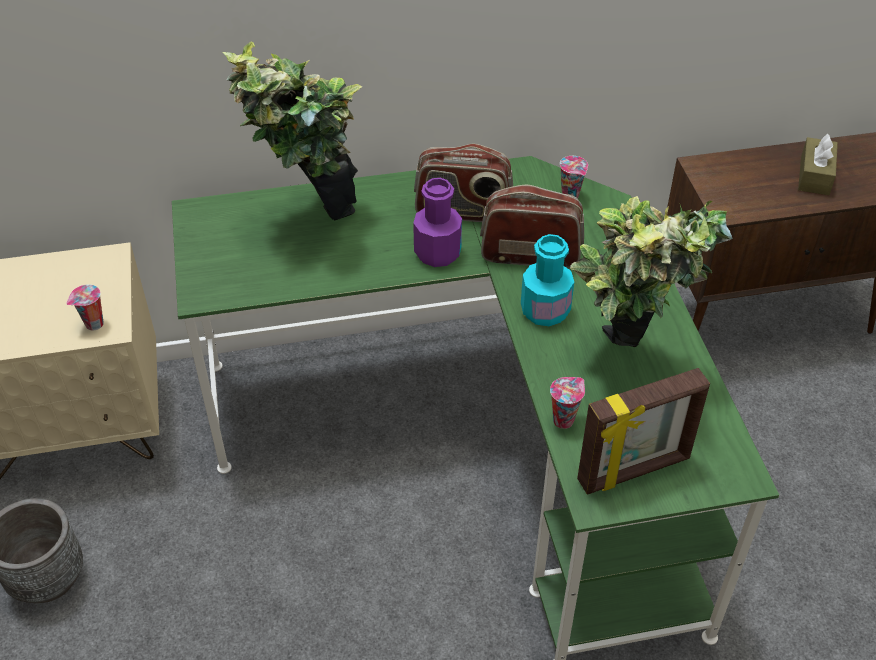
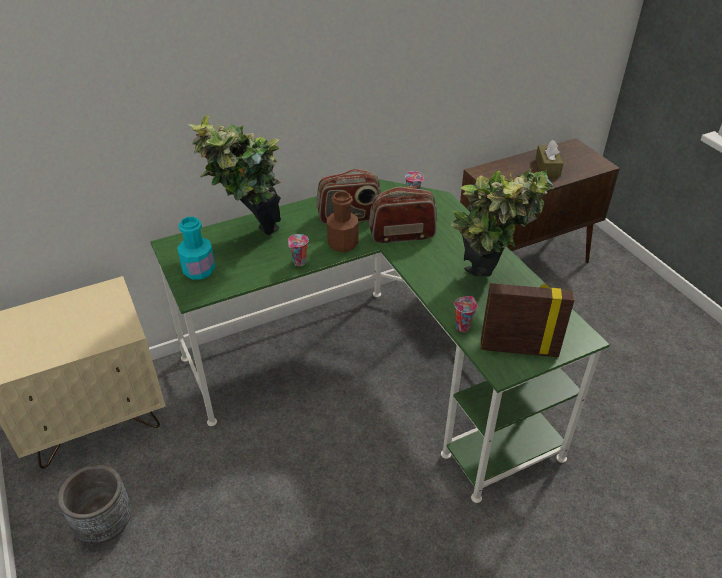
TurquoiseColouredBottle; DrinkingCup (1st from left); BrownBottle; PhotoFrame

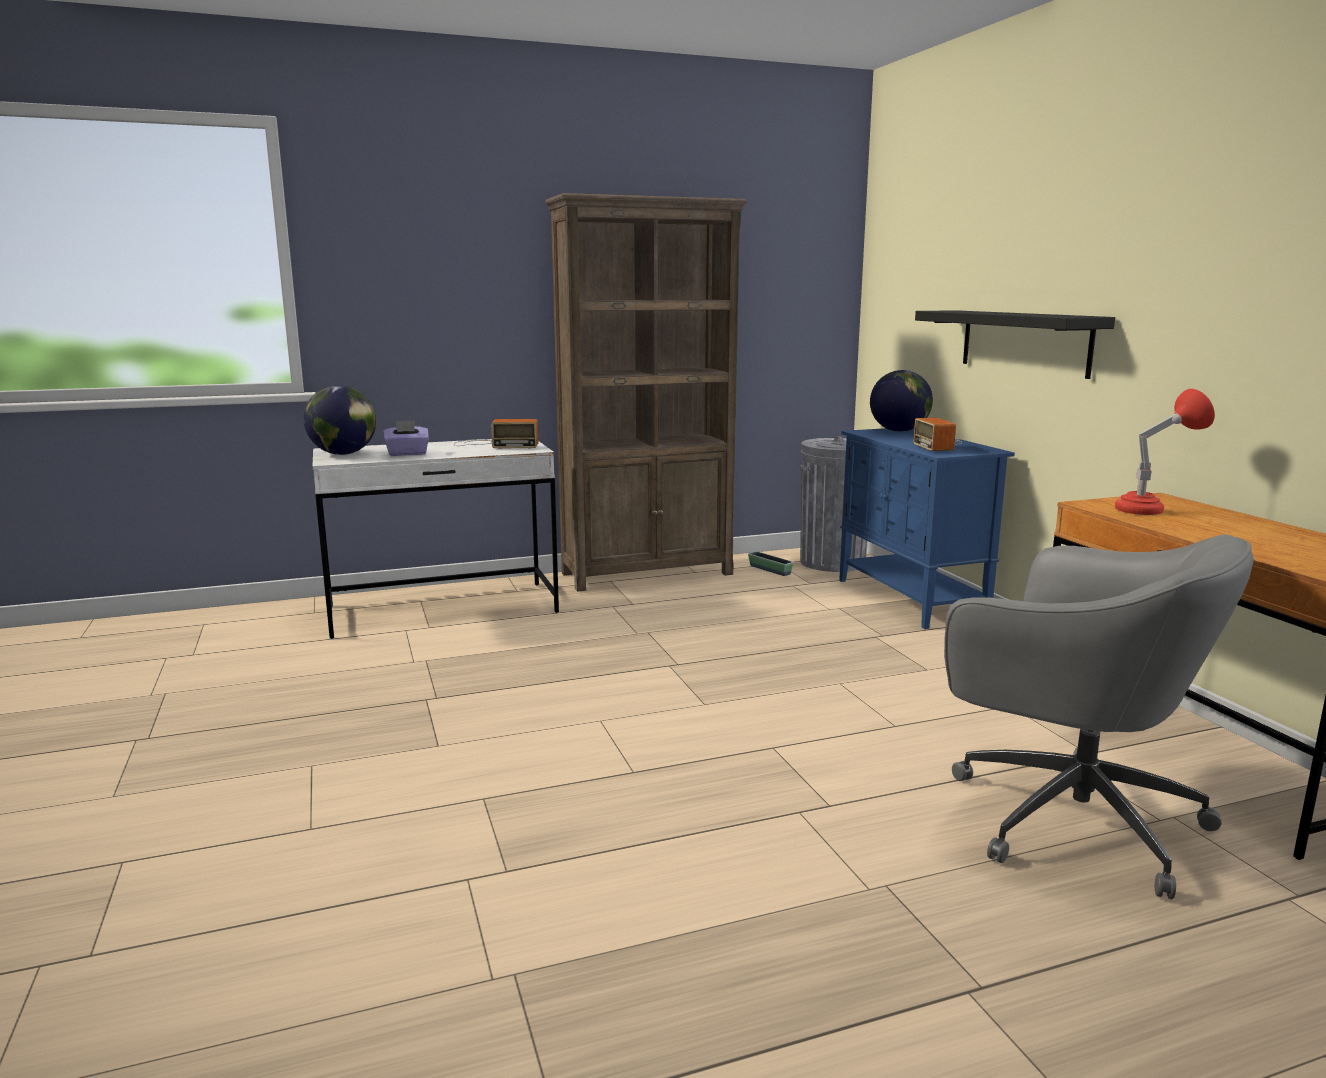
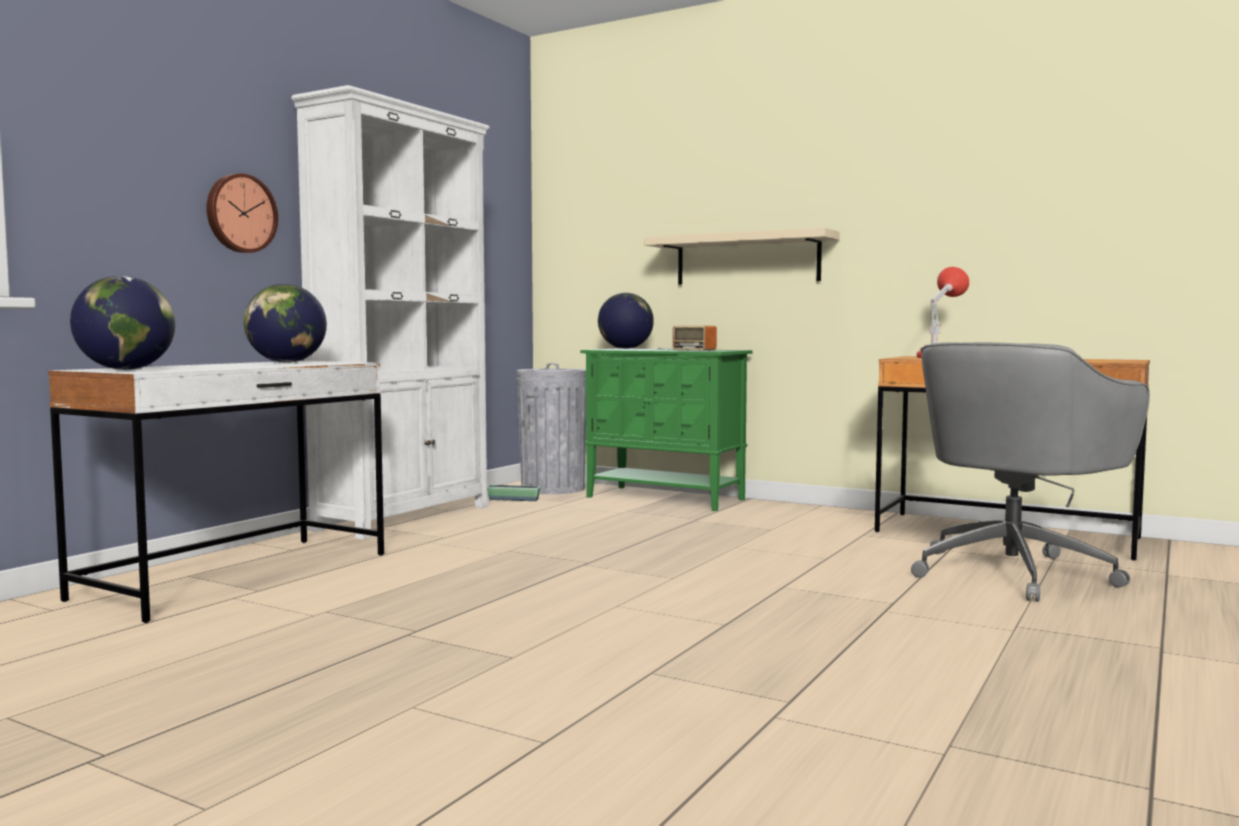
WallClock; DeskGlobe (2nd from left); WhiteColouredShelvingUnit; GreenStorageCabinet; BeigeColouredWallShelf; GreyOfficeChair; PurpleBoxOfTissues

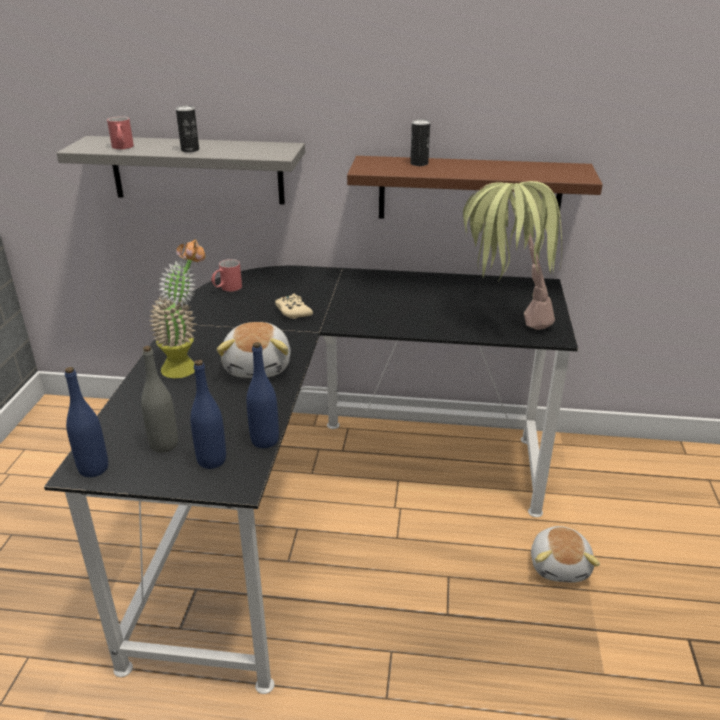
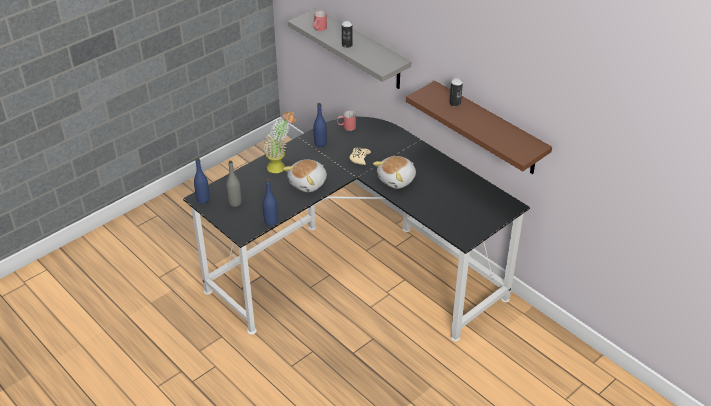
BlueBottle (3rd from left); CuddlyToy (2nd from left); PottedPlant (2nd from left in the first image)

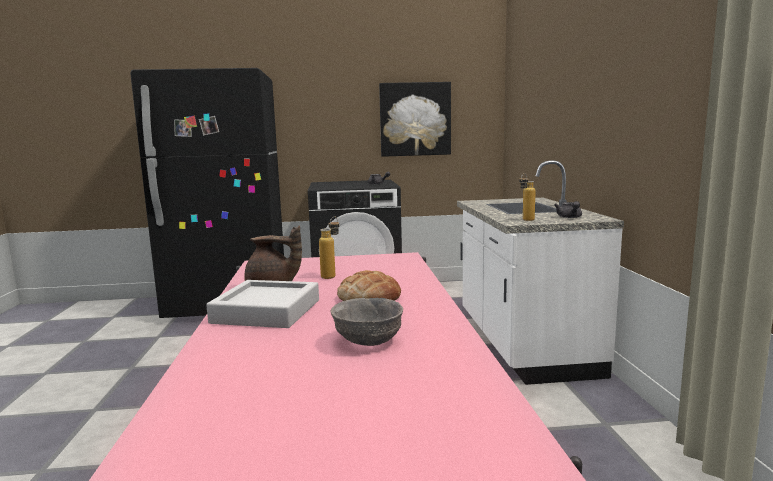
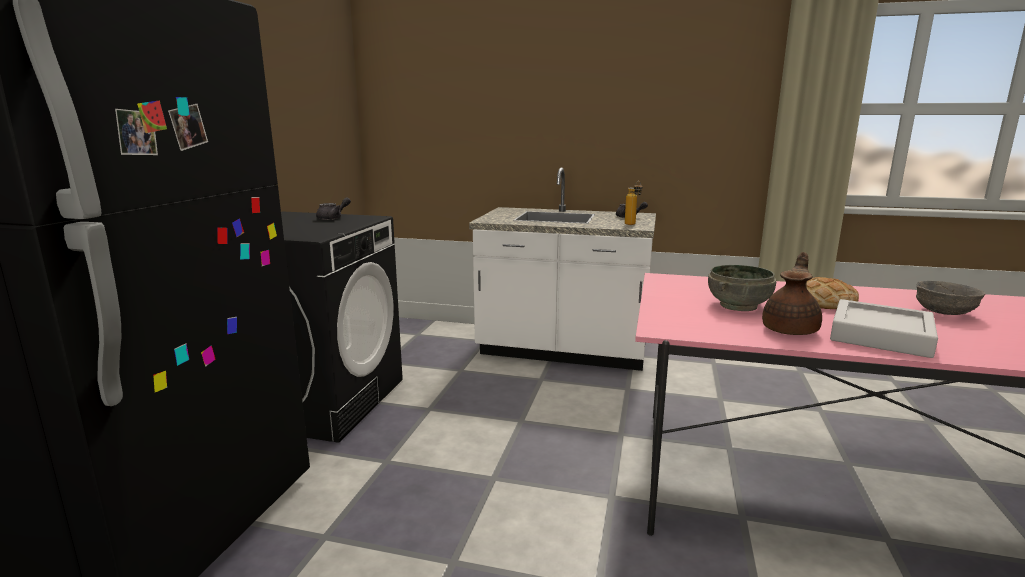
GreyServingBowl (1st from left); WallPicture

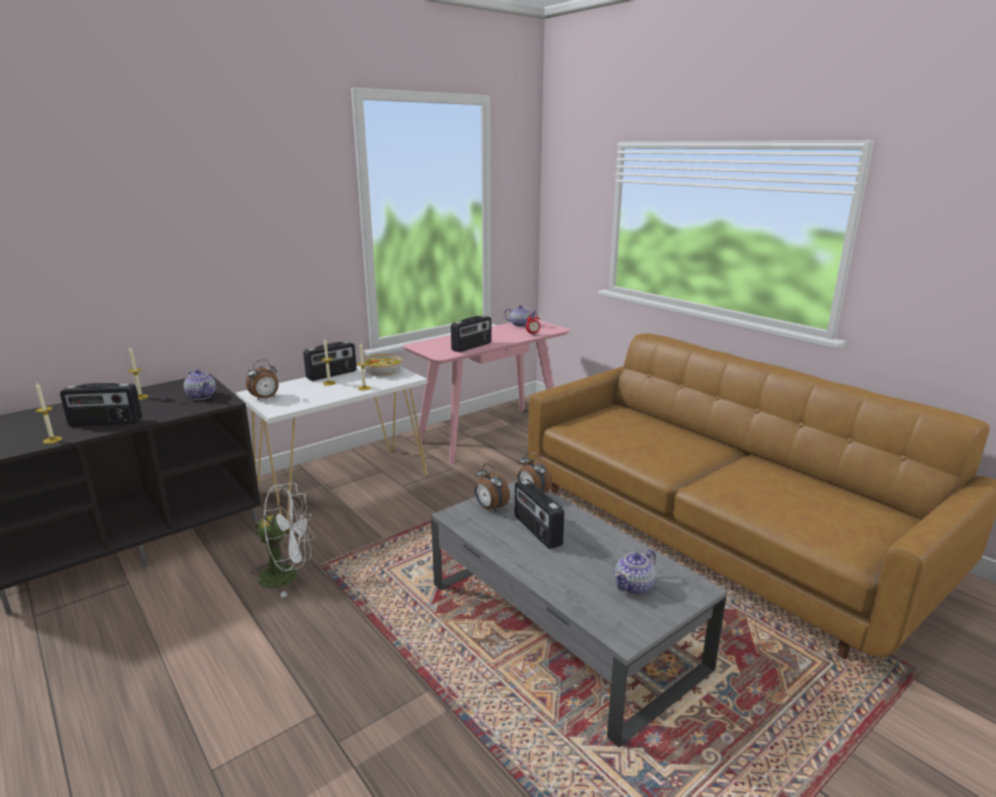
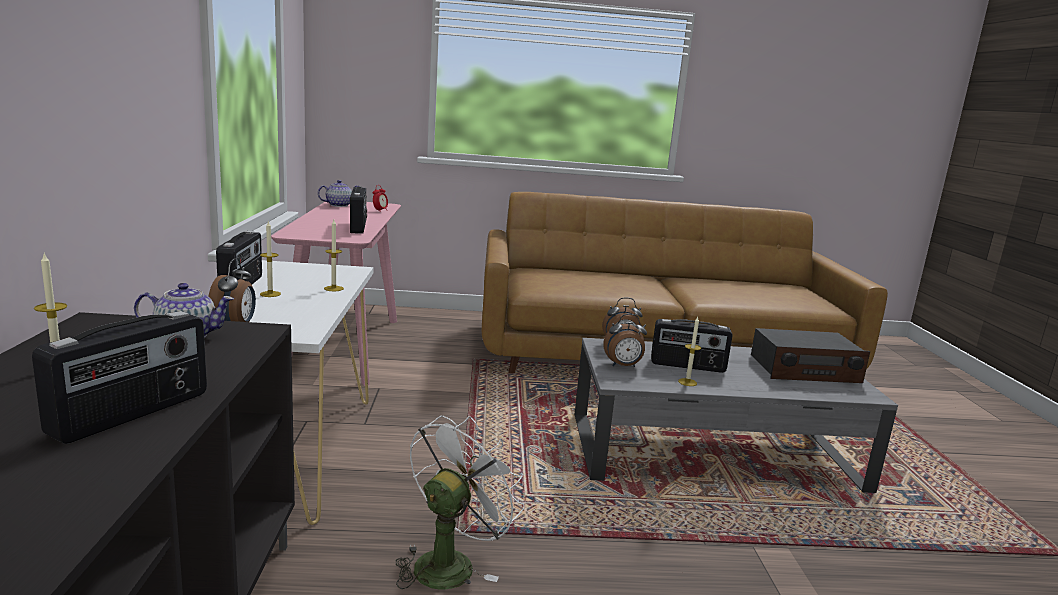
WaxLight (4th from left); Radio (5th from left); ServingBowl

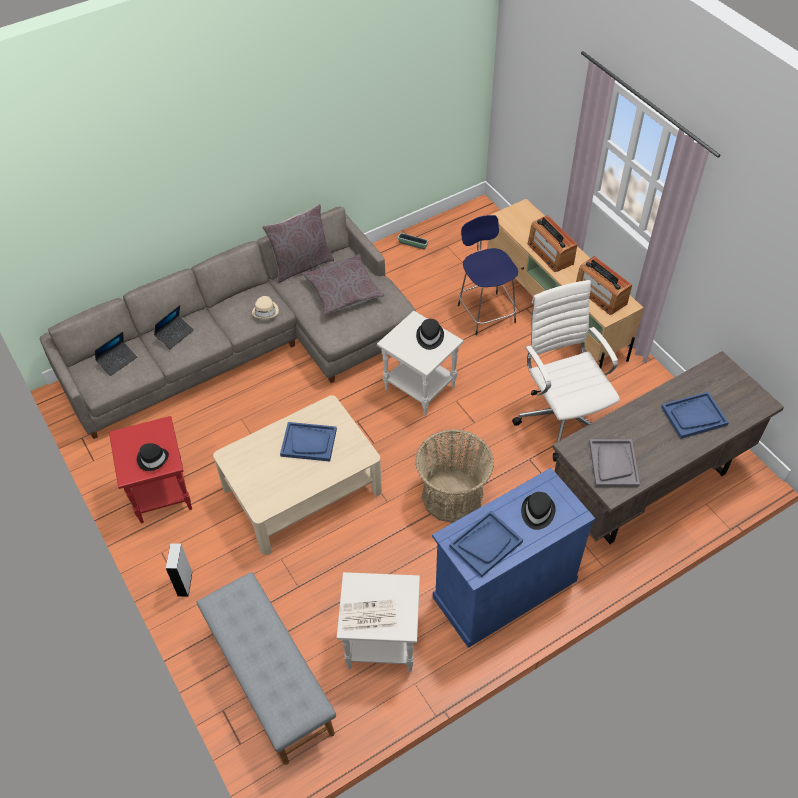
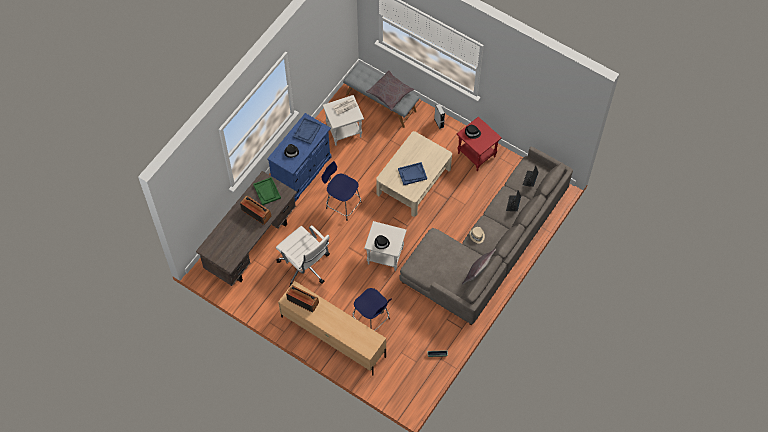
Radio (1st from left); GreenCarryingTray; BlueStool (1st from left); GreyPillow (1st from left); BlueCarryingTray (3rd from left in the first image)

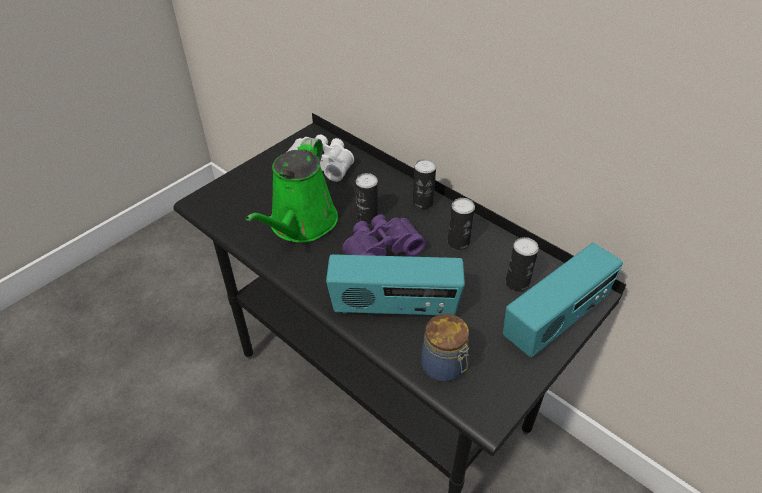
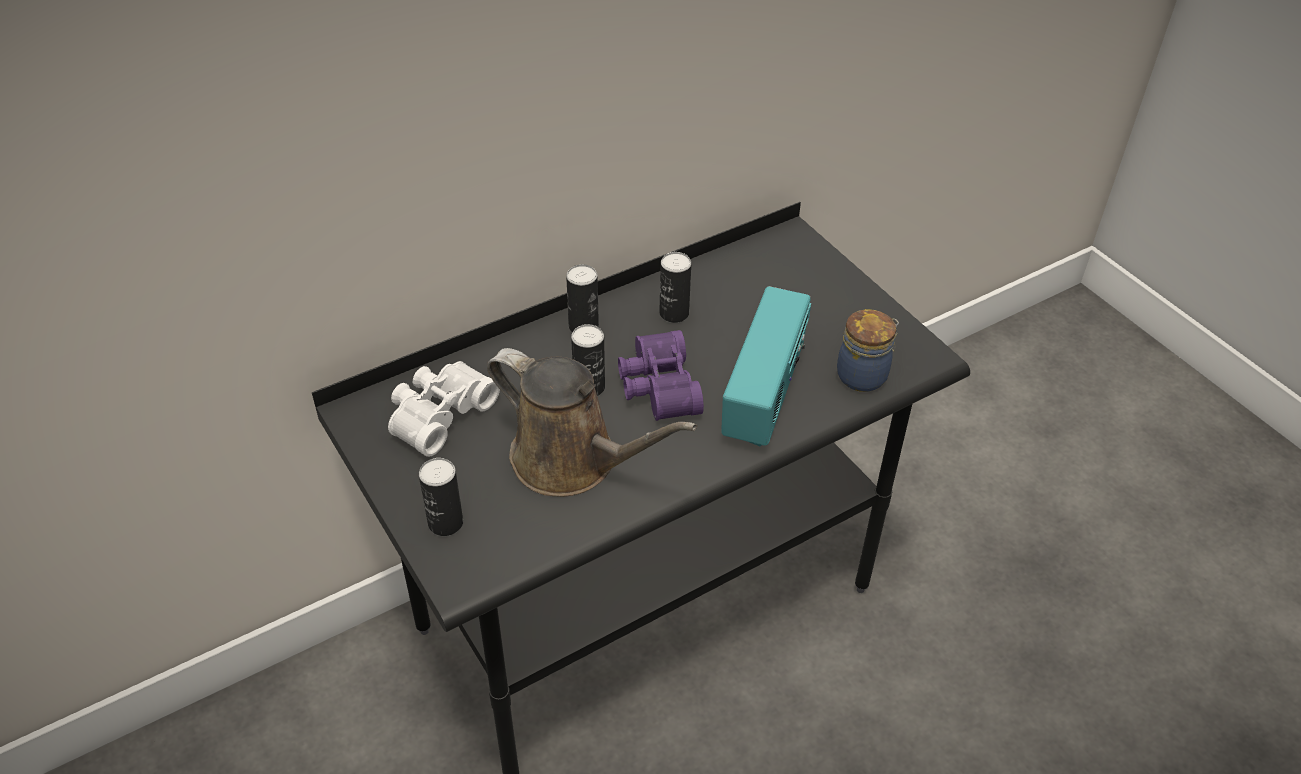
MetalCan (1st from left); BrownWateringCan; Radio (2nd from left in the first image)

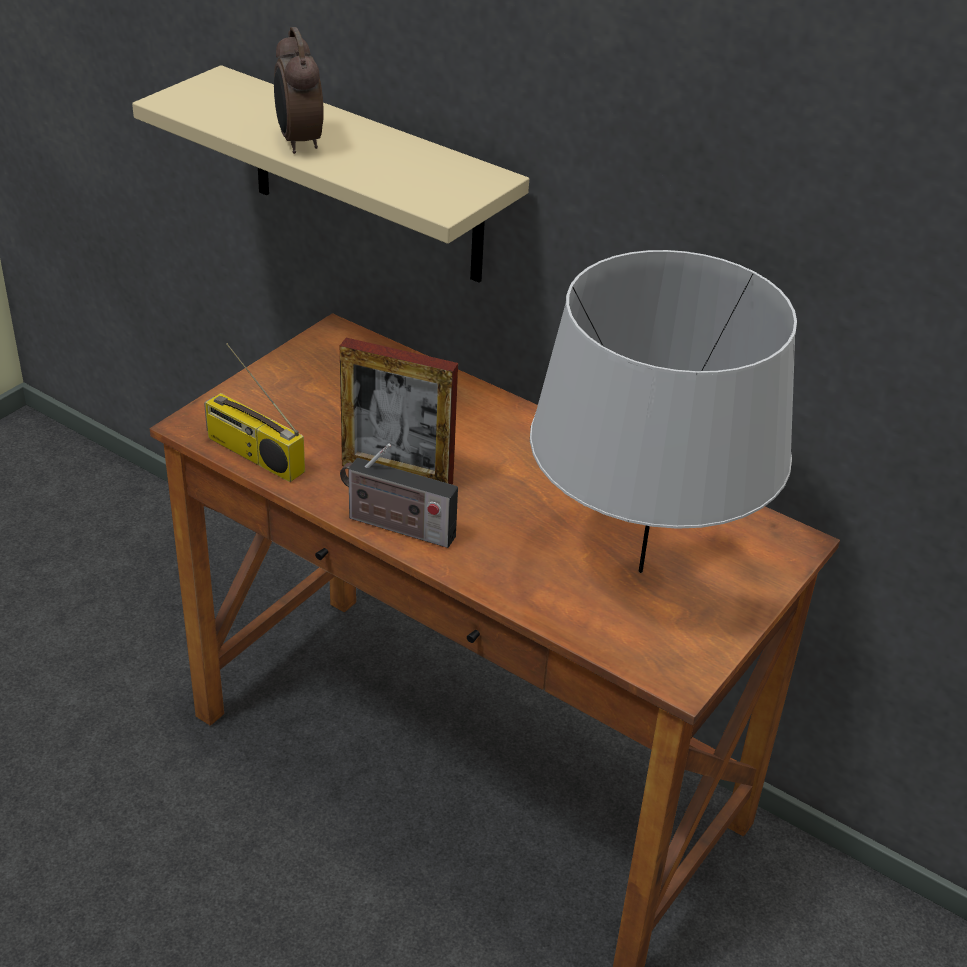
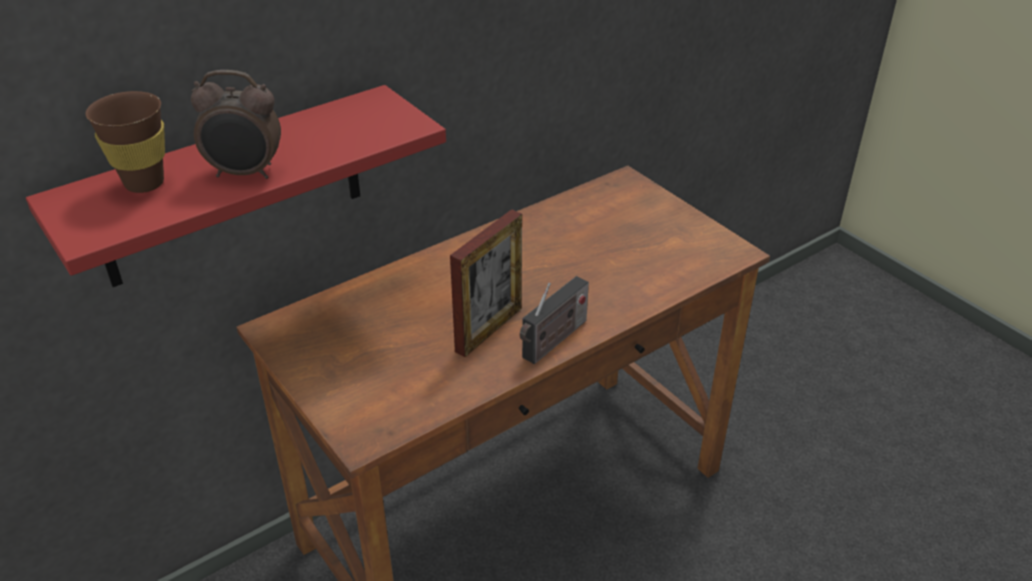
RedWallShelf; BrownDrinkingCup; Radio (1st from left in the first image); GreyTabletopLamp

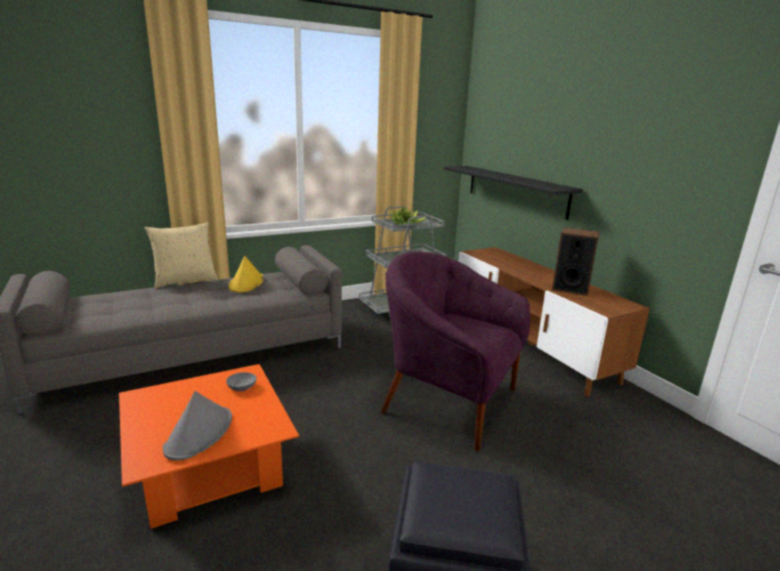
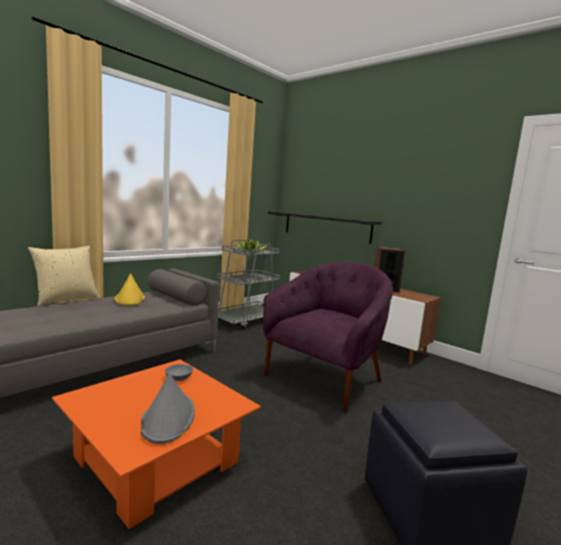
PurpleLoungeChair

